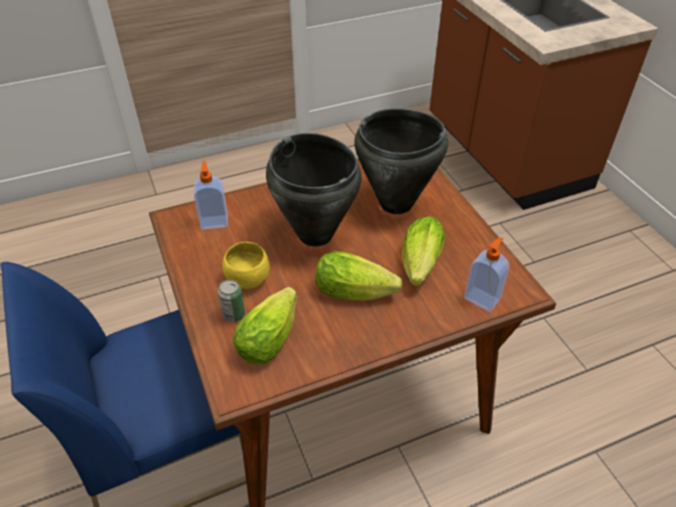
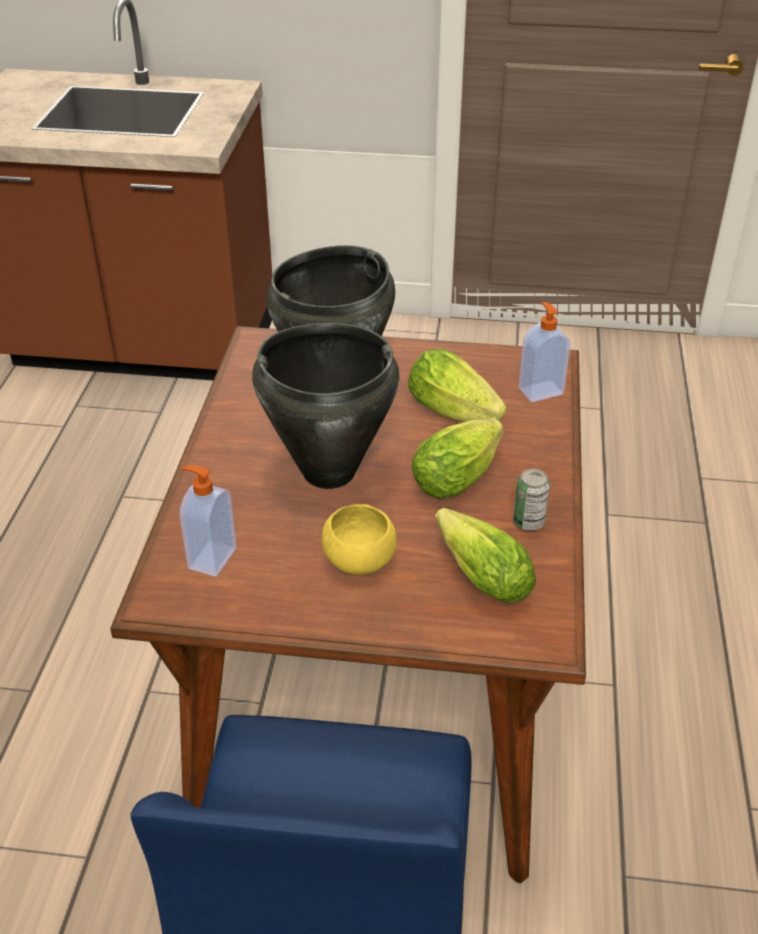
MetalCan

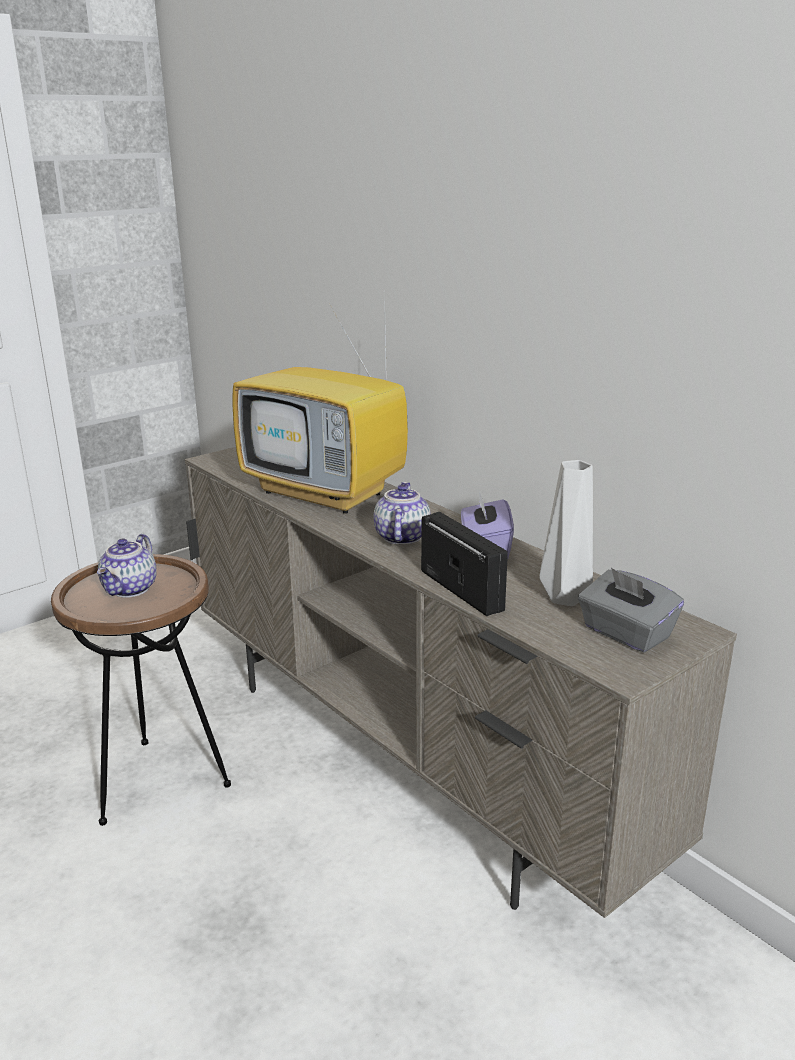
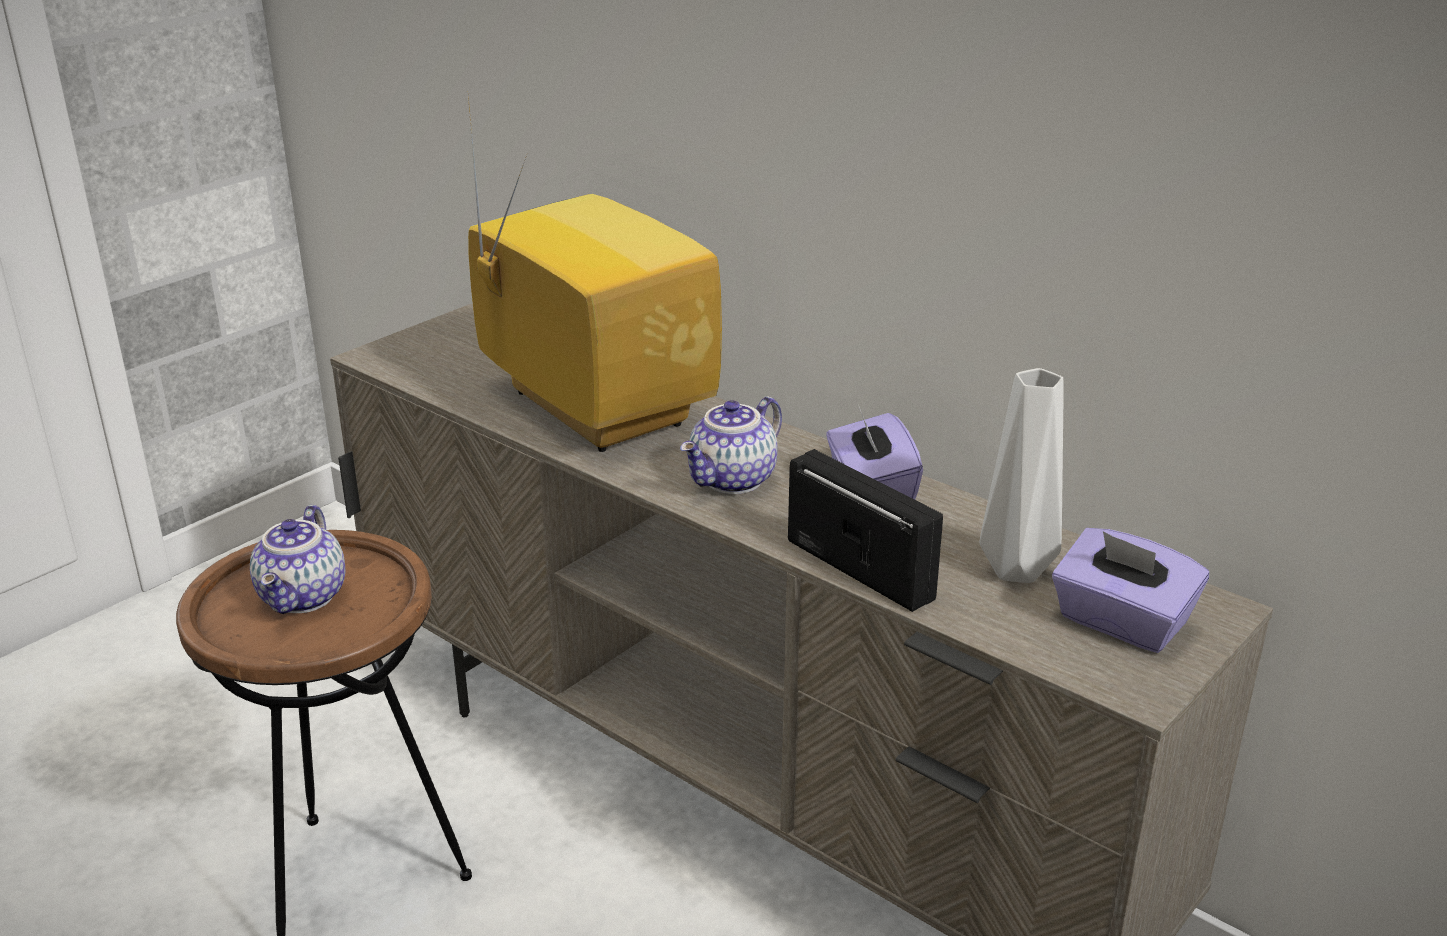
Television; TeaPot (2nd from left); PurpleBoxOfTissues (2nd from left)

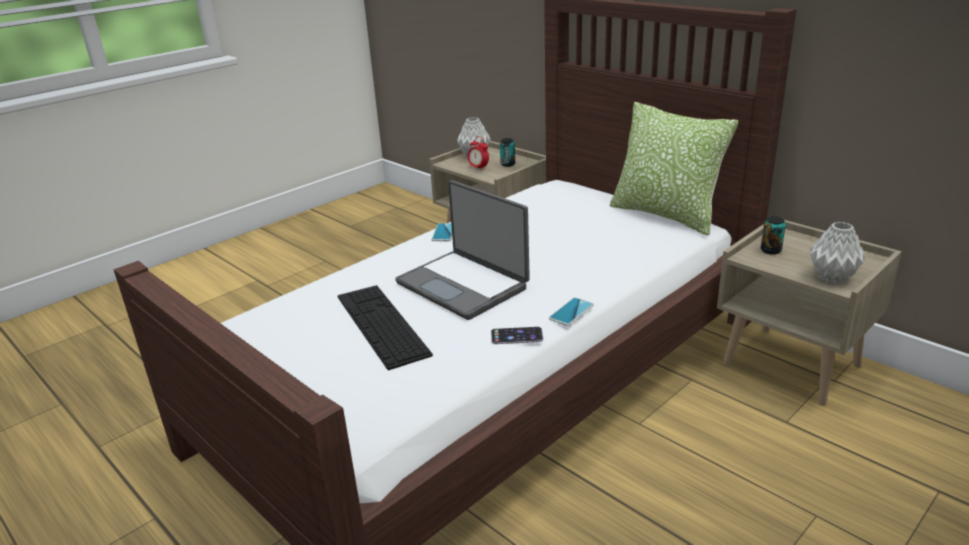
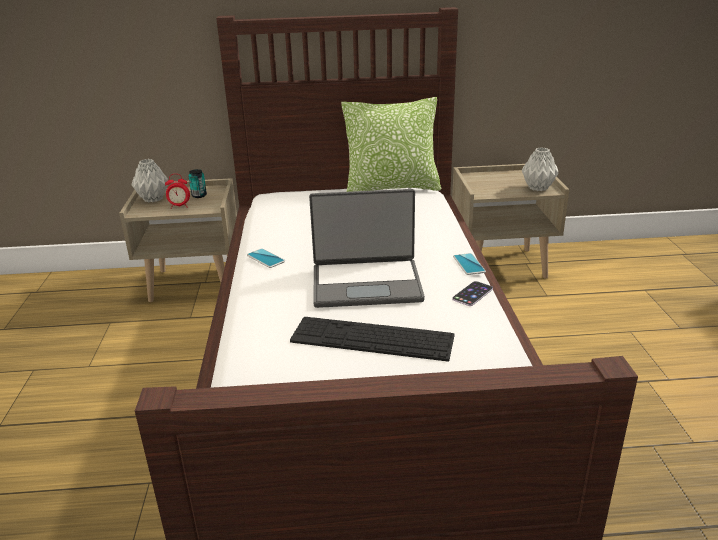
MetalCan (2nd from left in the first image)

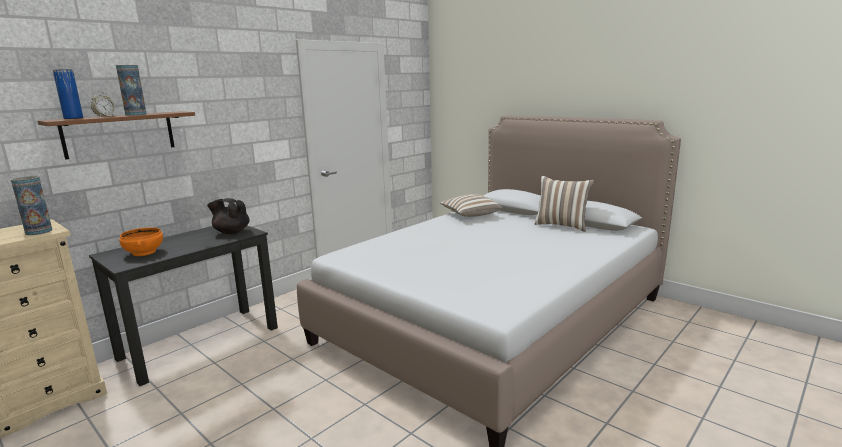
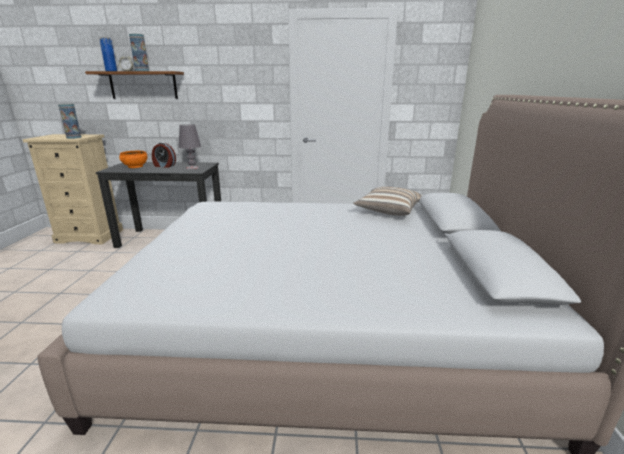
BedsideClock (2nd from left); GreyTabletopLamp; Pillow (2nd from left in the first image)

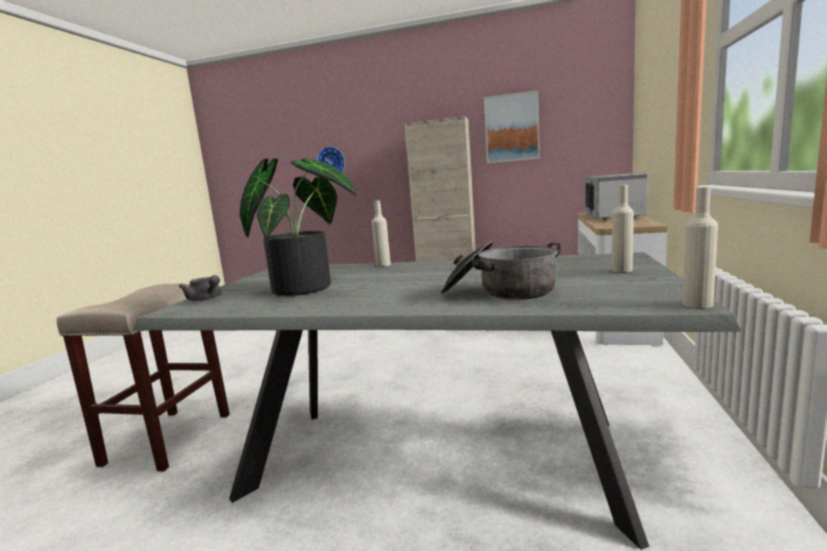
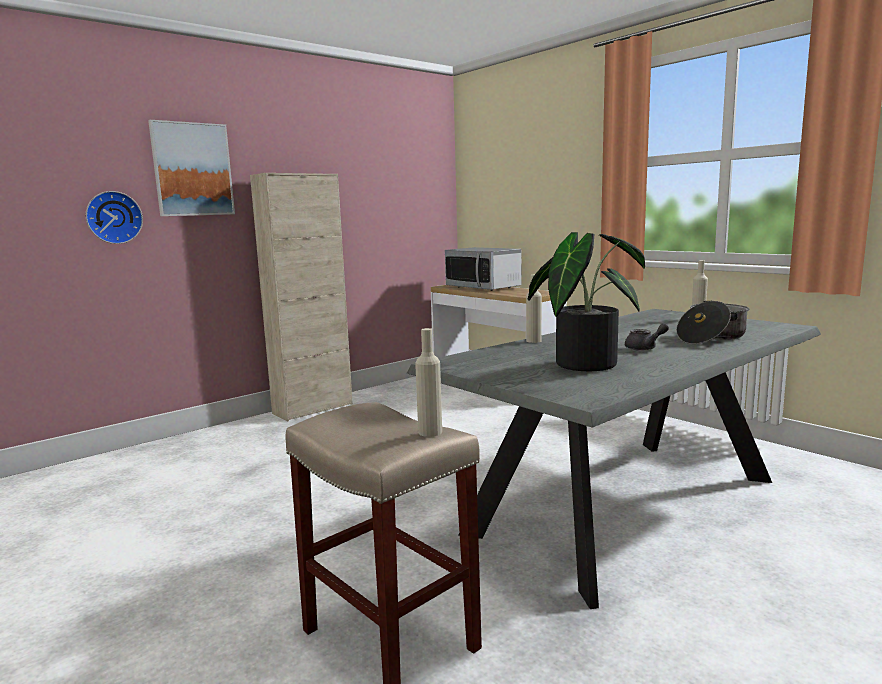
WallPicture; BeigeColouredBottle (1st from left); GreyTeaPot

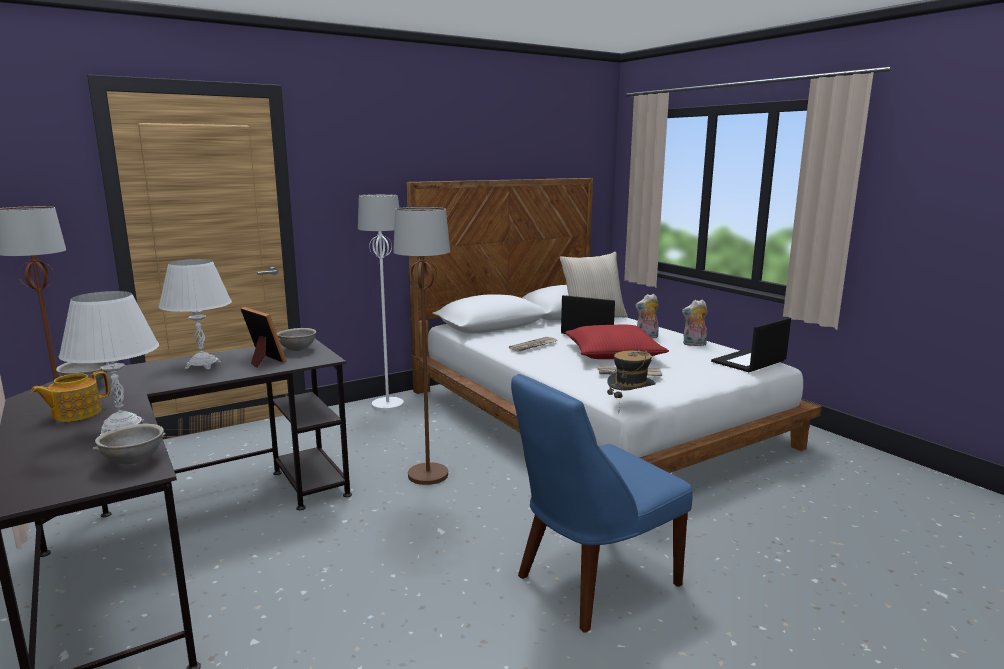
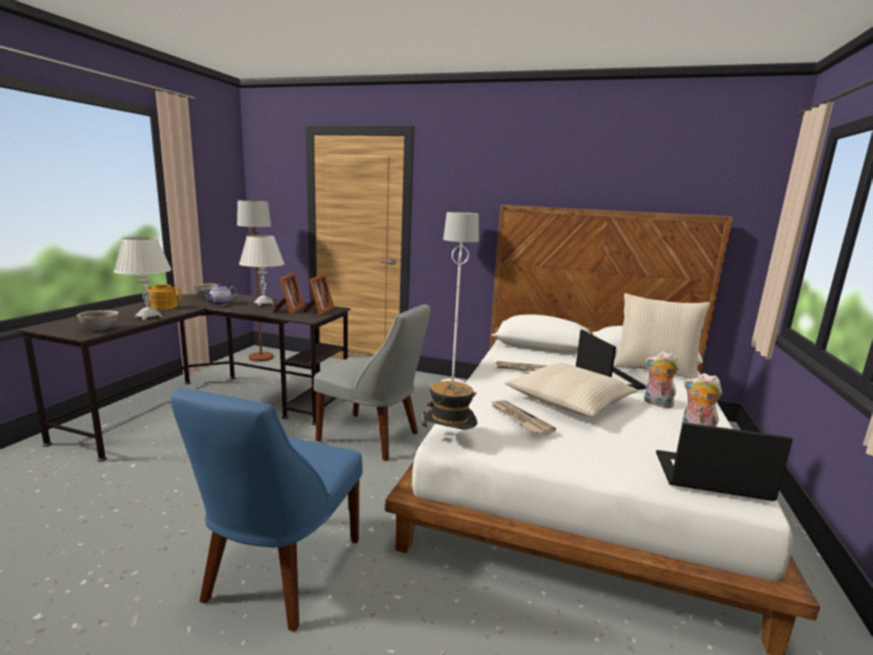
BluePlainChair; TeaPot (2nd from left); PhotoFrame (2nd from left); GreyPlainChair; BeigeColouredPillow (1st from left)

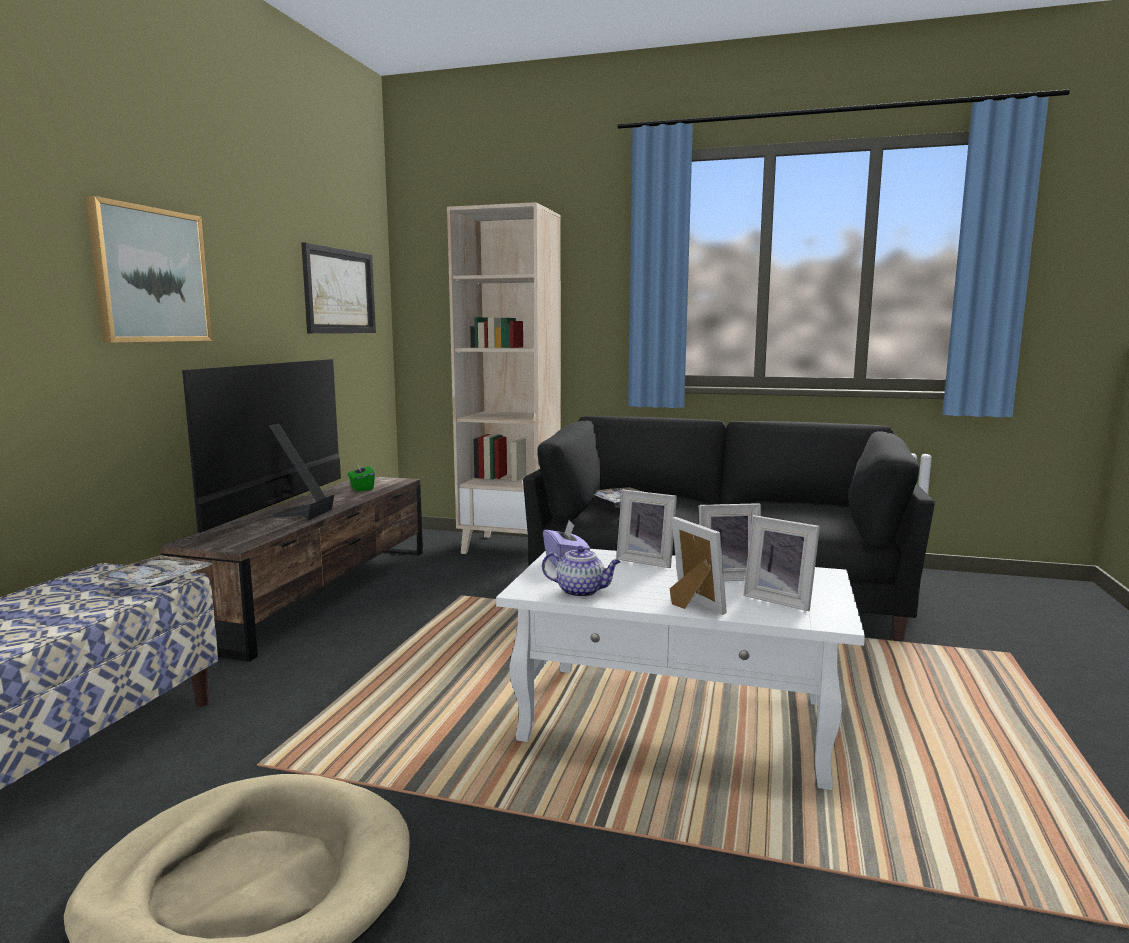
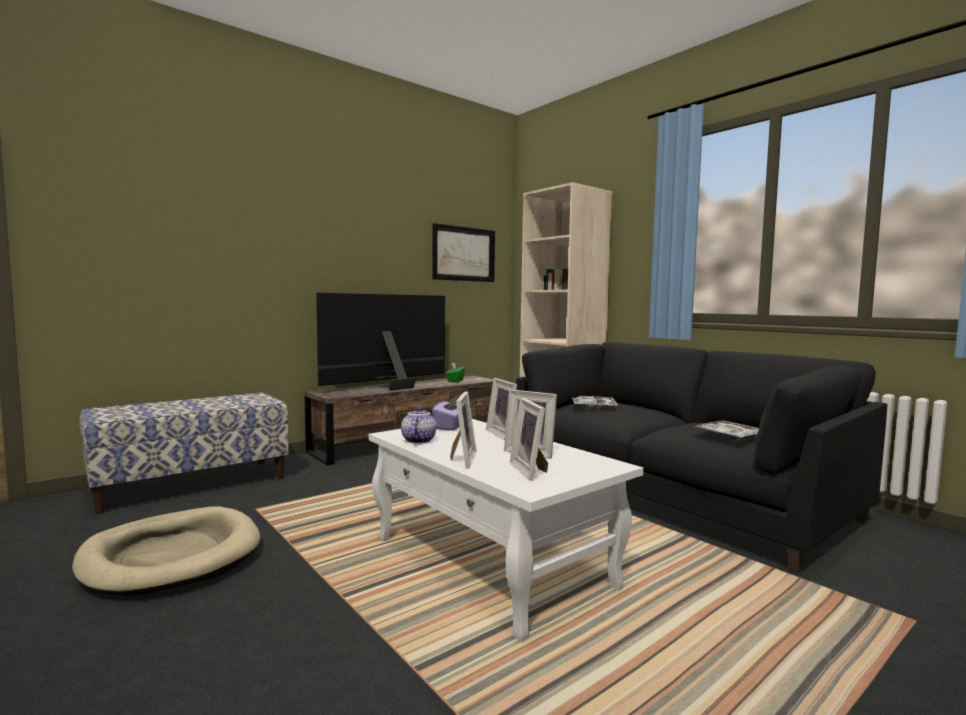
TeaPot; CarryingTray (2nd from left); WallPicture (1st from left in the first image)

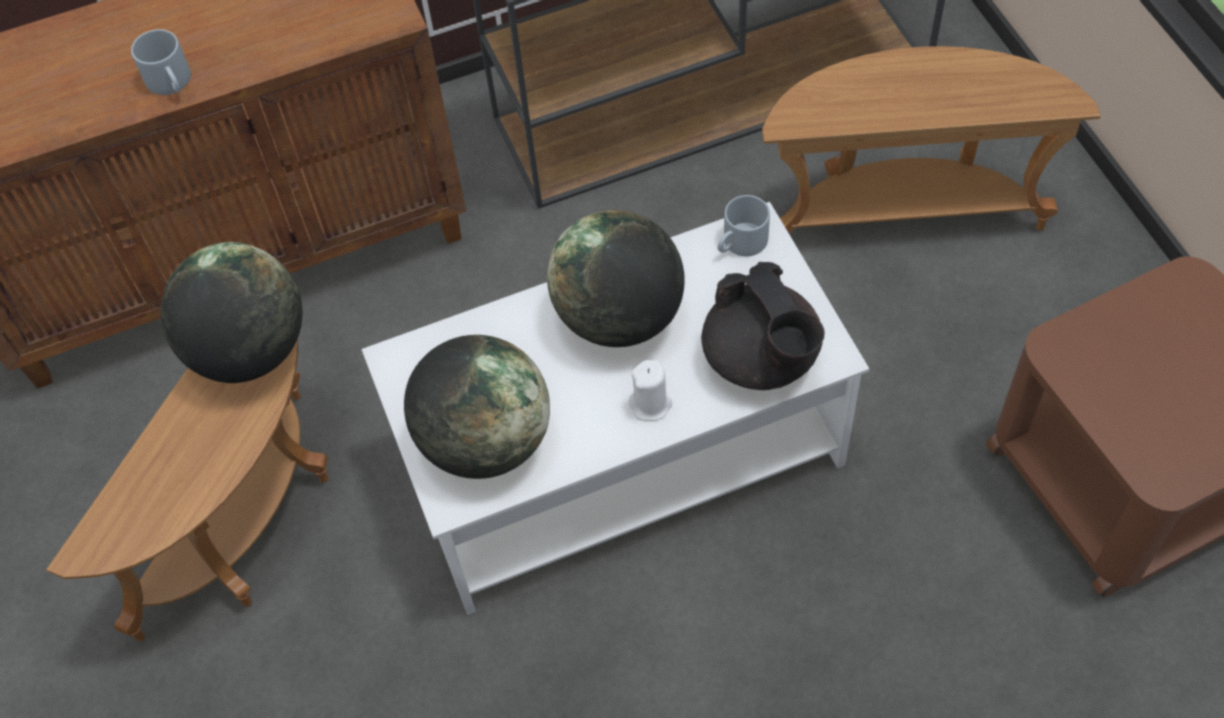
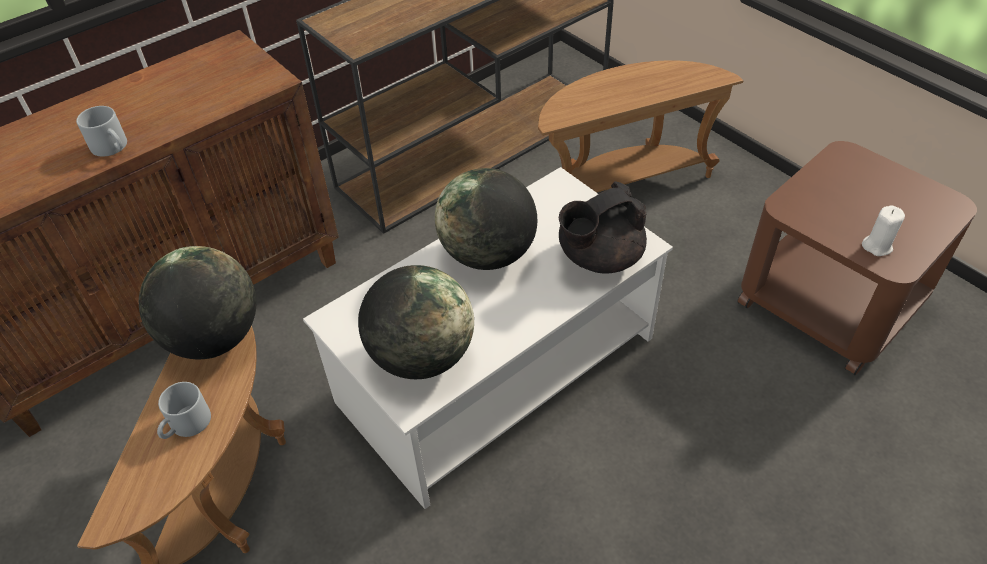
GreyTeaMug (2nd from left); BlackColouredTeaPot; WhiteColouredWaxLight

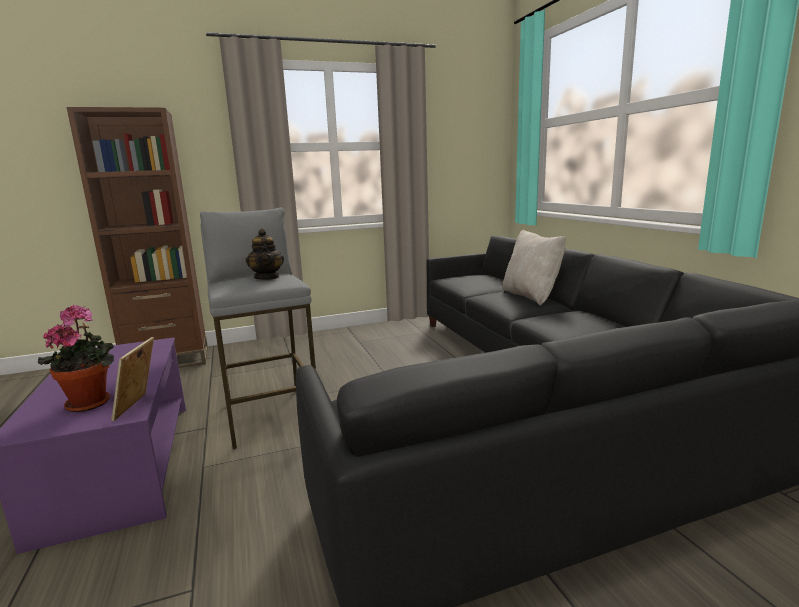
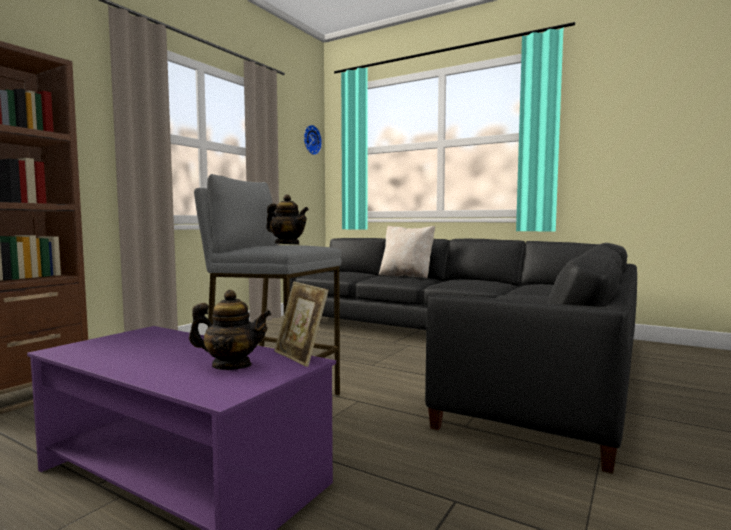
TeaPot (1st from left); WallClock

